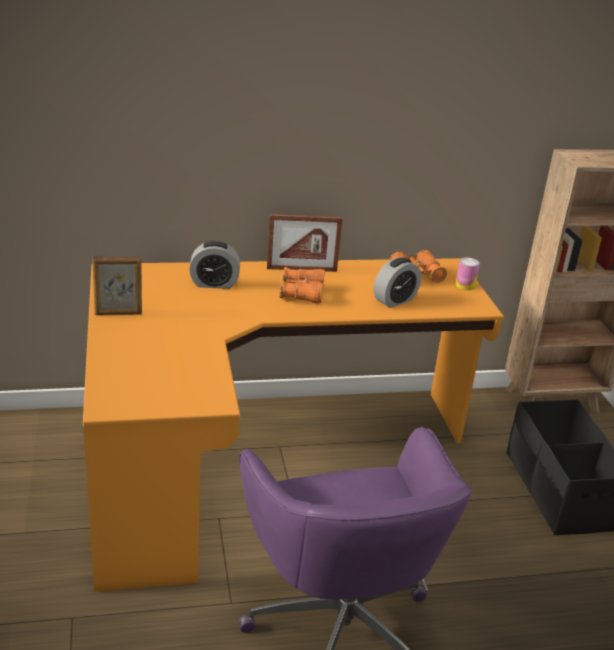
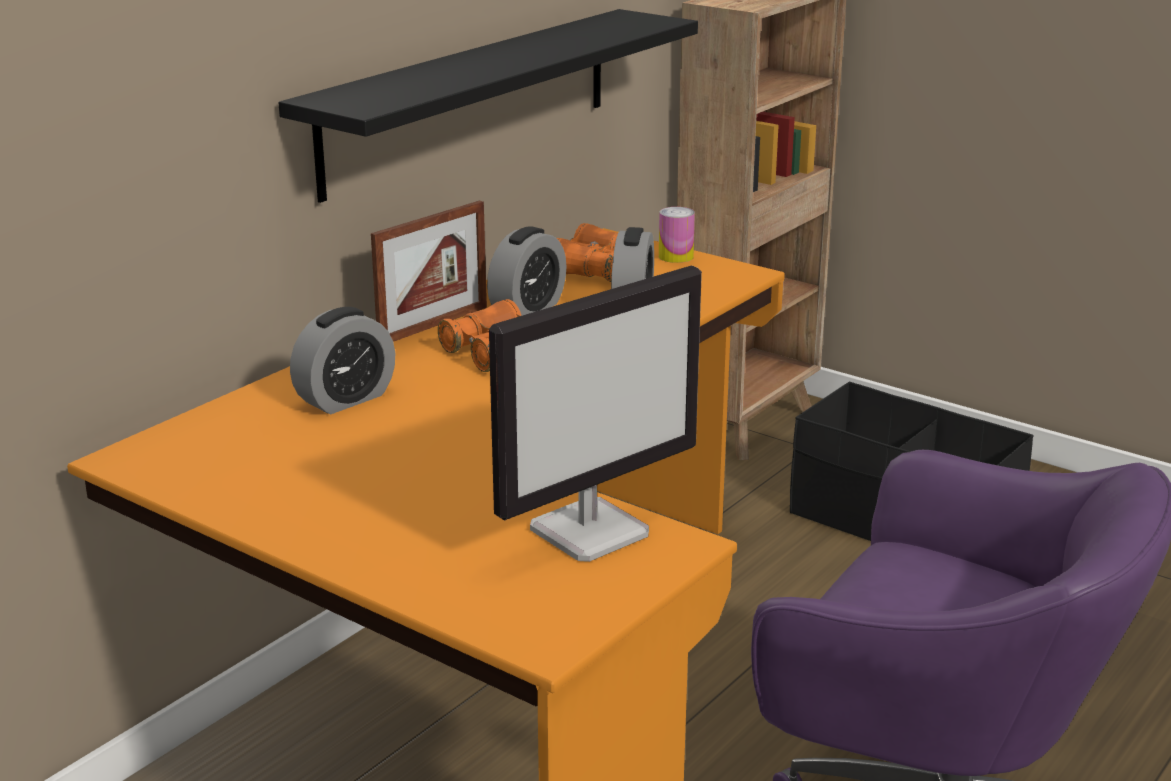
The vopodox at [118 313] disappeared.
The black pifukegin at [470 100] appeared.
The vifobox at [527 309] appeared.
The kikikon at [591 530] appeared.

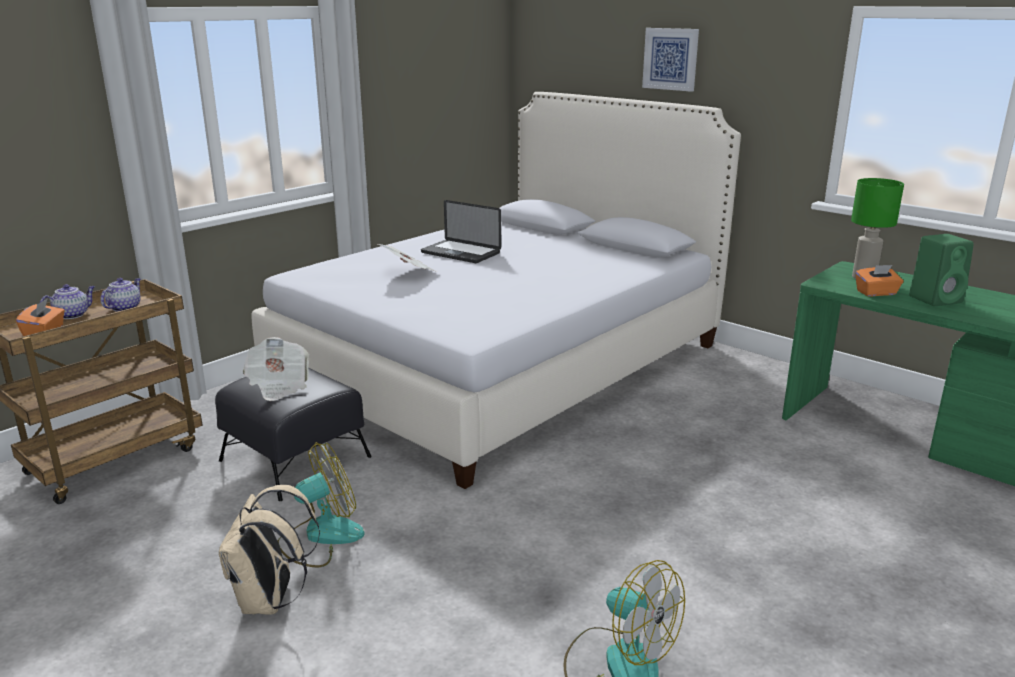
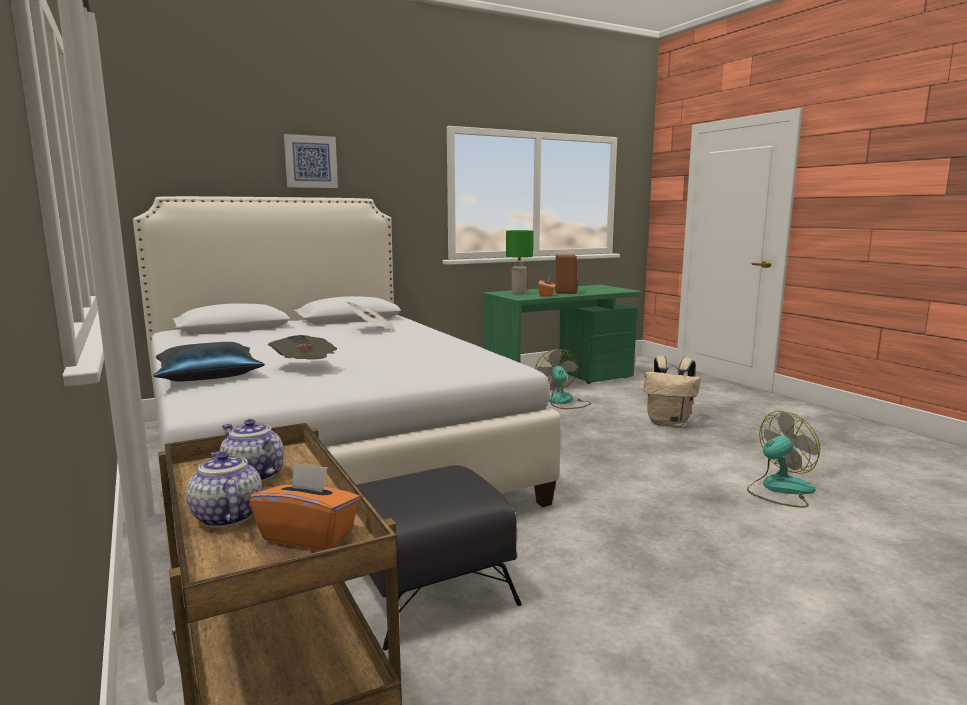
The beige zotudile moved from [270 601] to [669 423].
The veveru moved from [278 385] to [373 330].
The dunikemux moved from [320 536] to [563 402].
The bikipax at [460 253] disappeared.
The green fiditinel at [936 299] became the brown fiditinel at [565 292].
The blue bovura at [209 375] appeared.

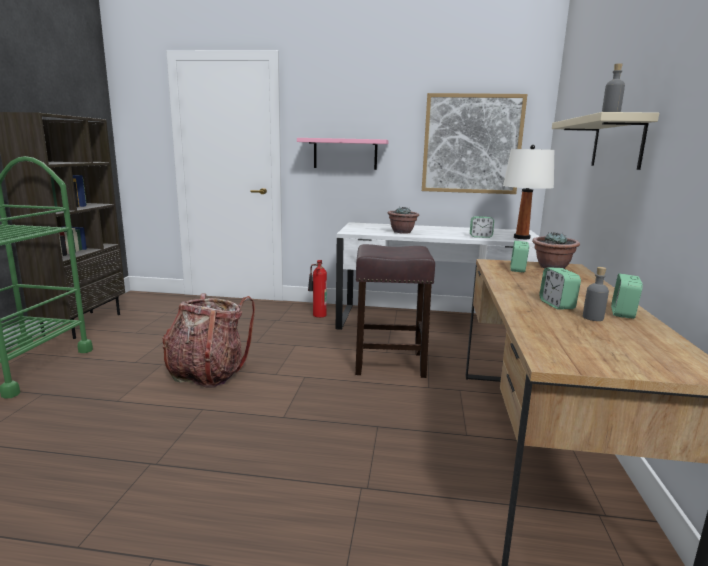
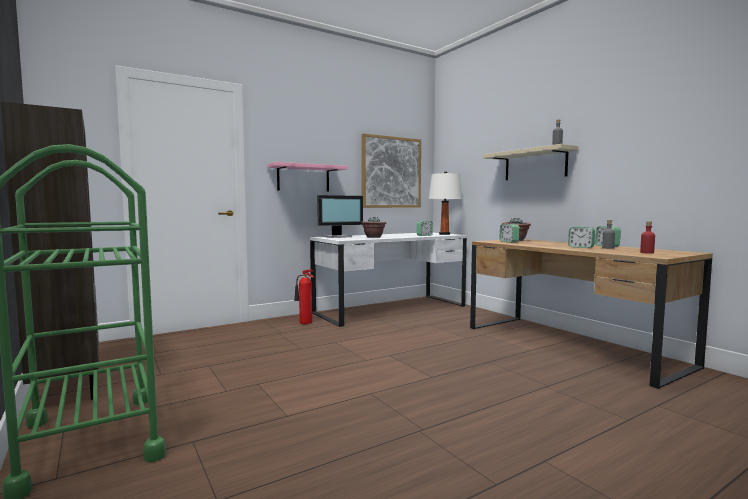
The zotudile at [208 373] disappeared.
The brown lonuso at [388 364] disappeared.
The kikikon at [337 236] appeared.
The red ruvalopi at [647 253] appeared.

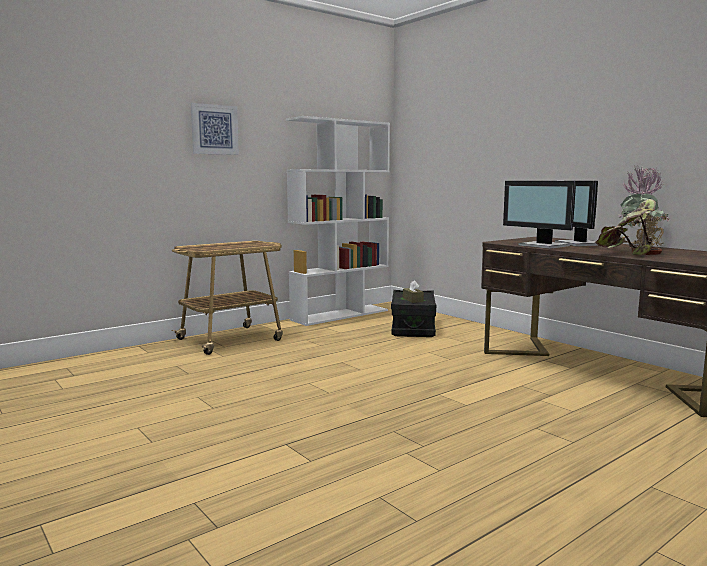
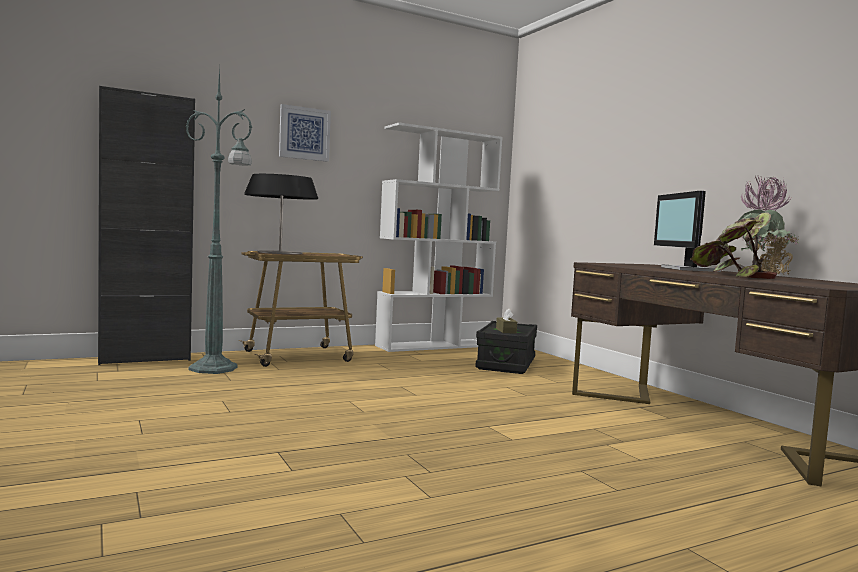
The kikikon at [543 246] disappeared.
The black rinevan at [144 359] appeared.
The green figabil at [215 369] appeared.
The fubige at [280 252] appeared.

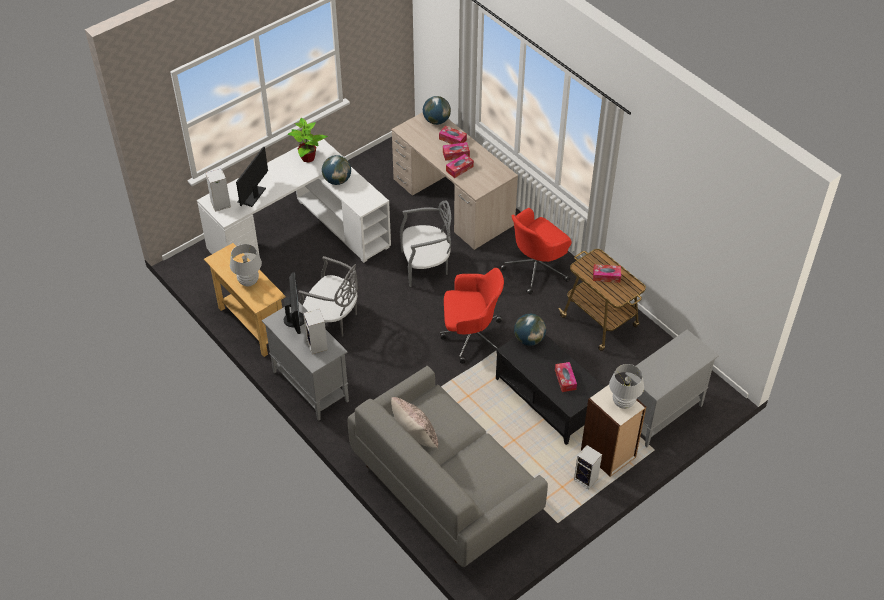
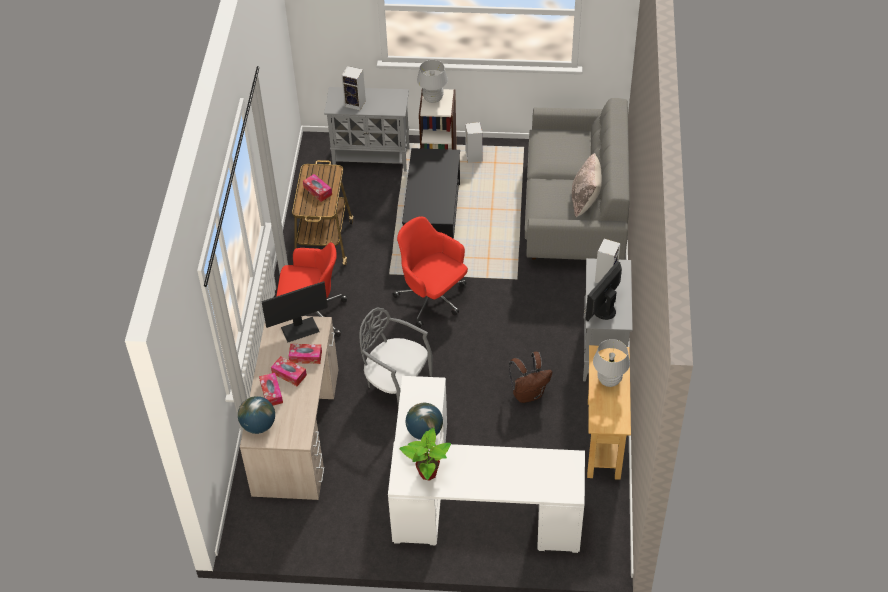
The fiditinel moved from [220 205] to [356 103].
The kikikon moved from [252 195] to [300 329].
The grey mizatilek at [332 319] was replaced by the brown zotudile at [528 394].
The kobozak at [529 339] disappeared.
The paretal at [565 379] disappeared.

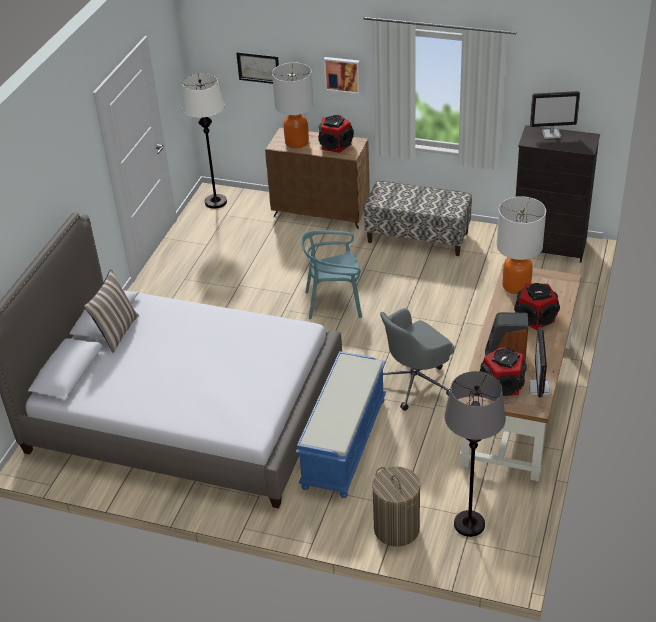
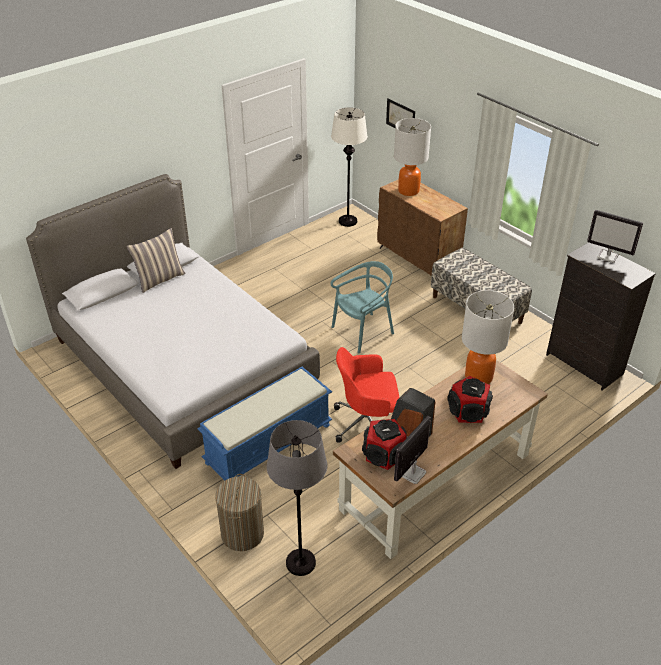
The turquoise mizatilek at [334 303] turned 120 degrees clockwise.
The fiditinel at [336 145] disappeared.
The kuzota at [342 74] disappeared.
The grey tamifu at [415 382] became the red tamifu at [367 423].

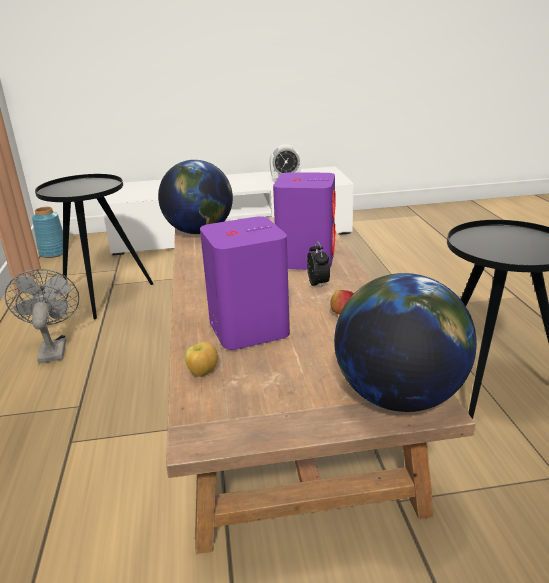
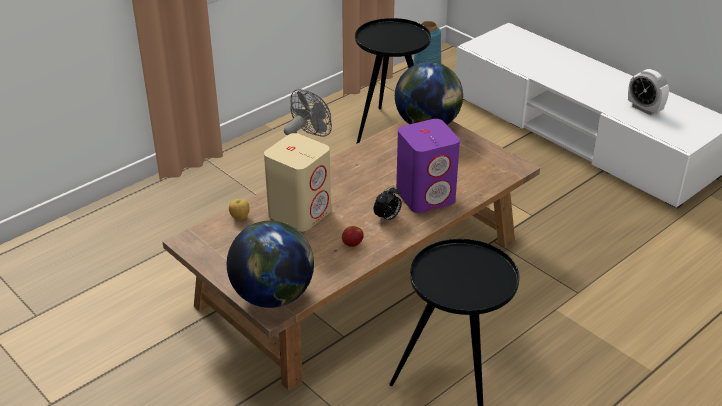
The purple fiditinel at [248 328] became the beige fiditinel at [300 213].

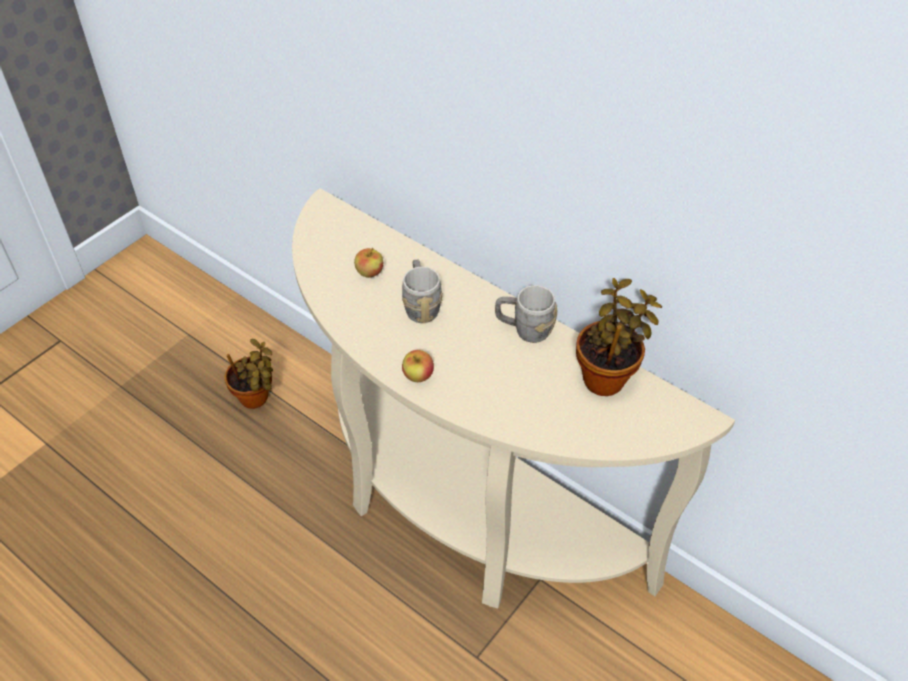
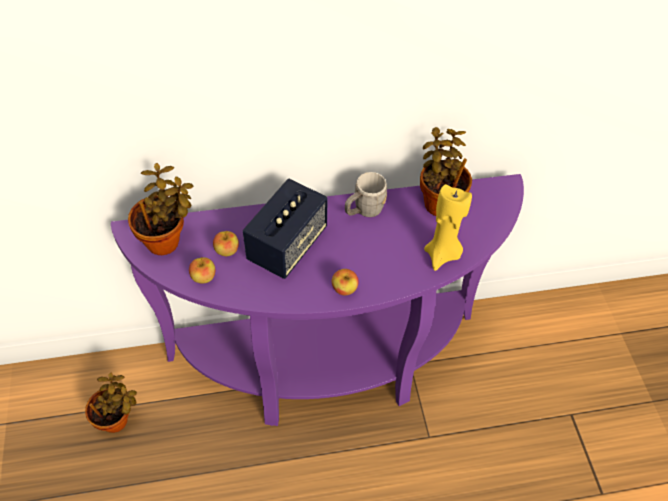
The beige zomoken at [460 511] became the purple zomoken at [327 368].
The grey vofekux at [421 305] was replaced by the fiditinel at [287 245].
The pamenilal at [167 241] appeared.
The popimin at [203 277] appeared.
The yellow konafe at [442 255] appeared.

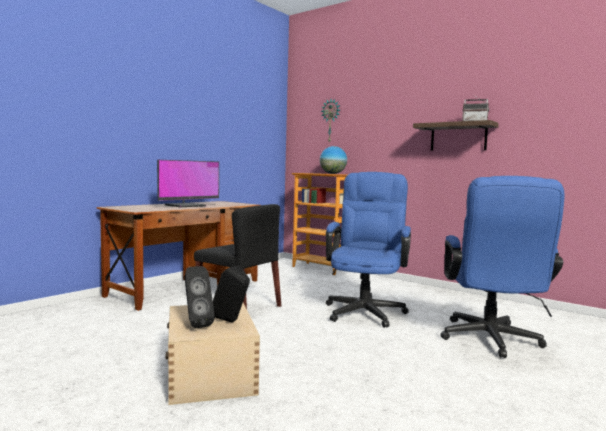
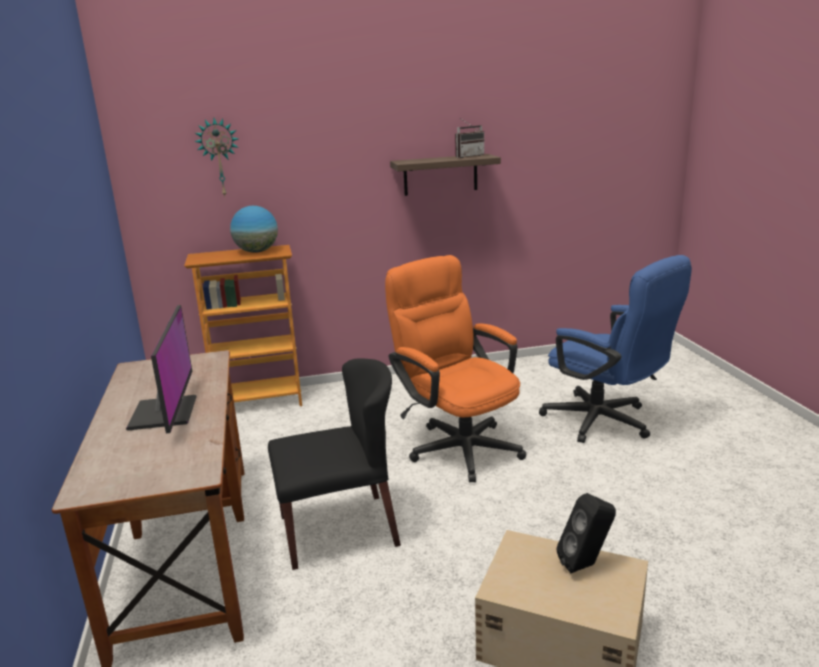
The black fiditinel at [195 325] disappeared.
The blue tamifu at [366 310] became the orange tamifu at [457 445].

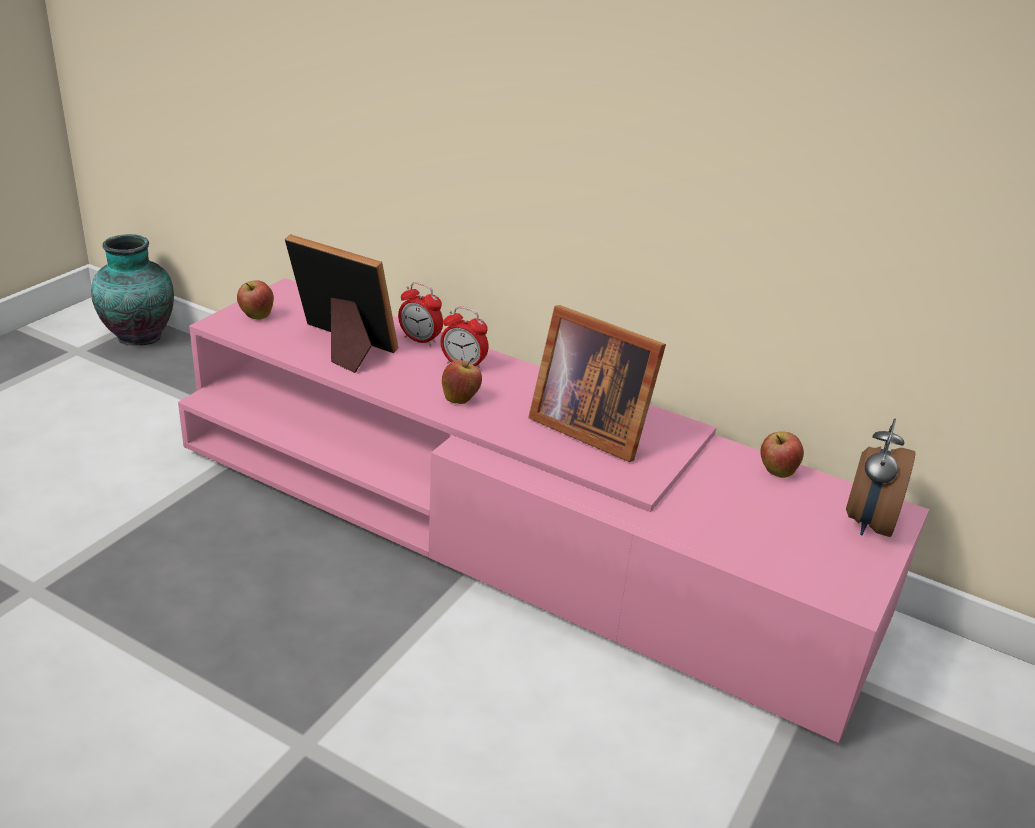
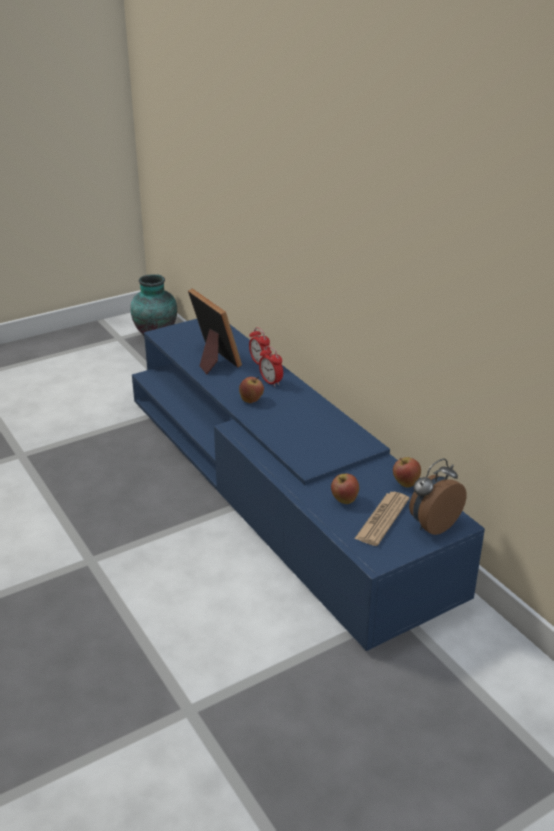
The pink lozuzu at [508 529] became the blue lozuzu at [277 487].
The popimin moved from [256 316] to [344 500].
The vopodox at [589 427] disappeared.
The veveru at [382 519] appeared.

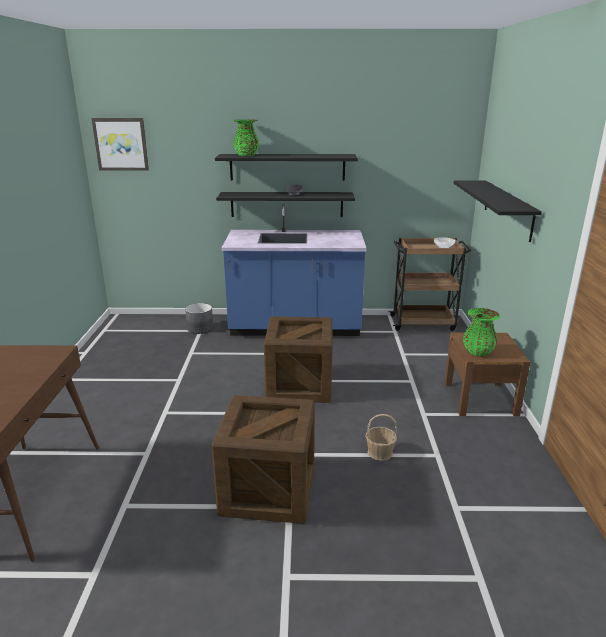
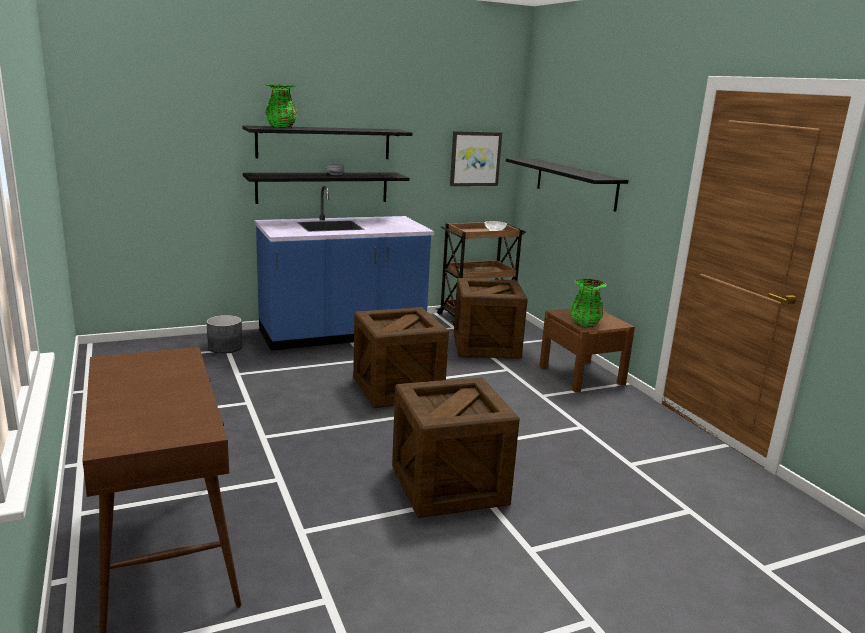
The kuzota moved from [121 144] to [475 158].
The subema at [379 452] disappeared.
The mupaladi at [486 346] appeared.

